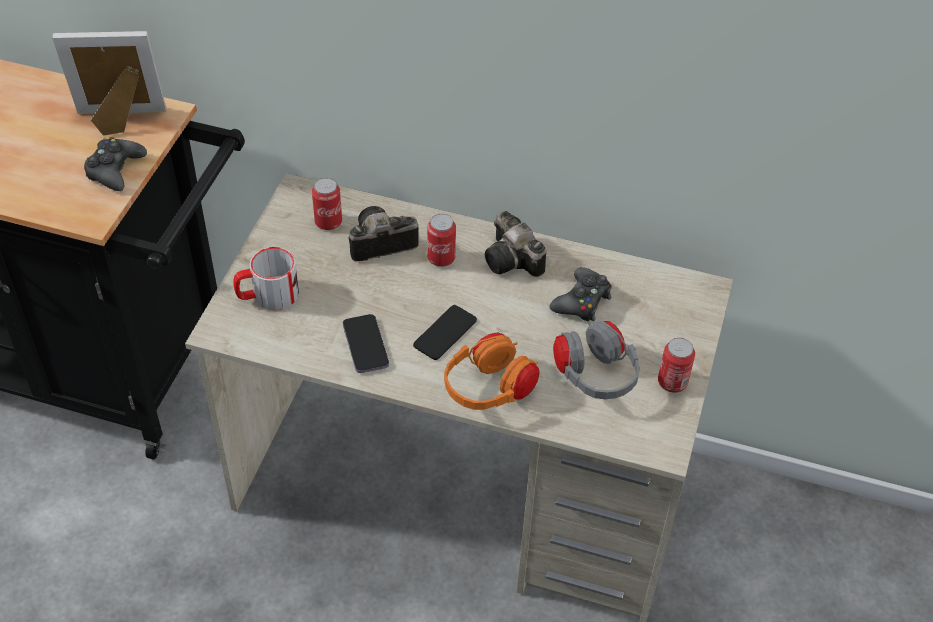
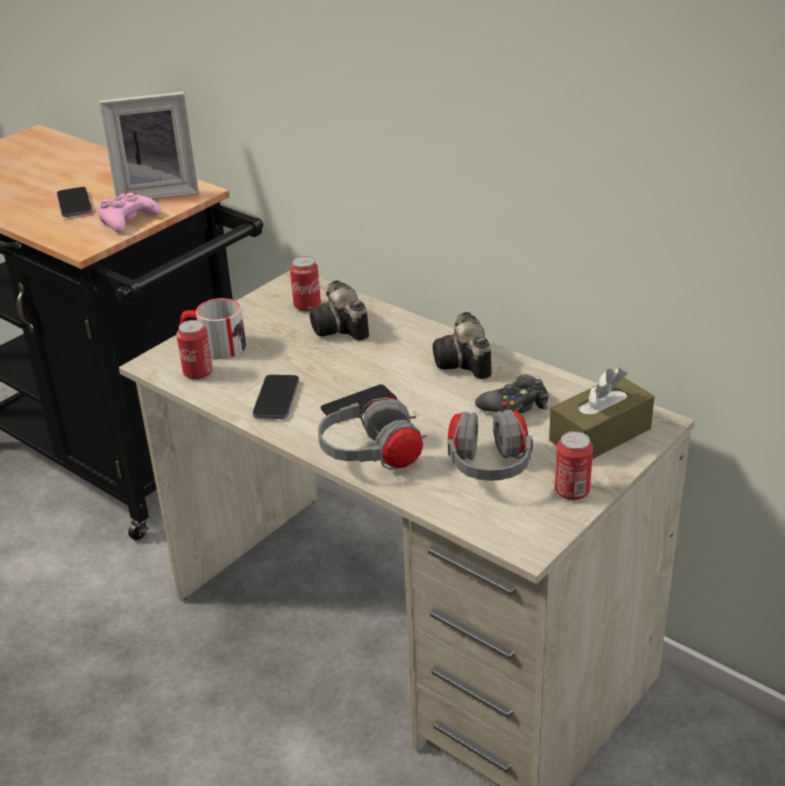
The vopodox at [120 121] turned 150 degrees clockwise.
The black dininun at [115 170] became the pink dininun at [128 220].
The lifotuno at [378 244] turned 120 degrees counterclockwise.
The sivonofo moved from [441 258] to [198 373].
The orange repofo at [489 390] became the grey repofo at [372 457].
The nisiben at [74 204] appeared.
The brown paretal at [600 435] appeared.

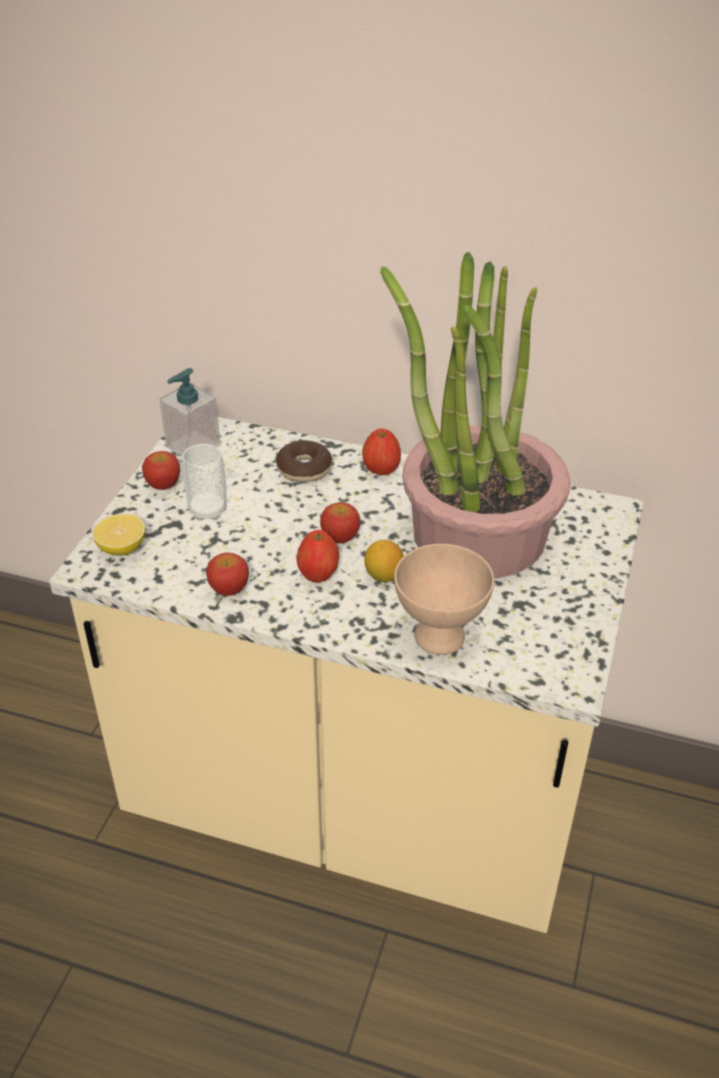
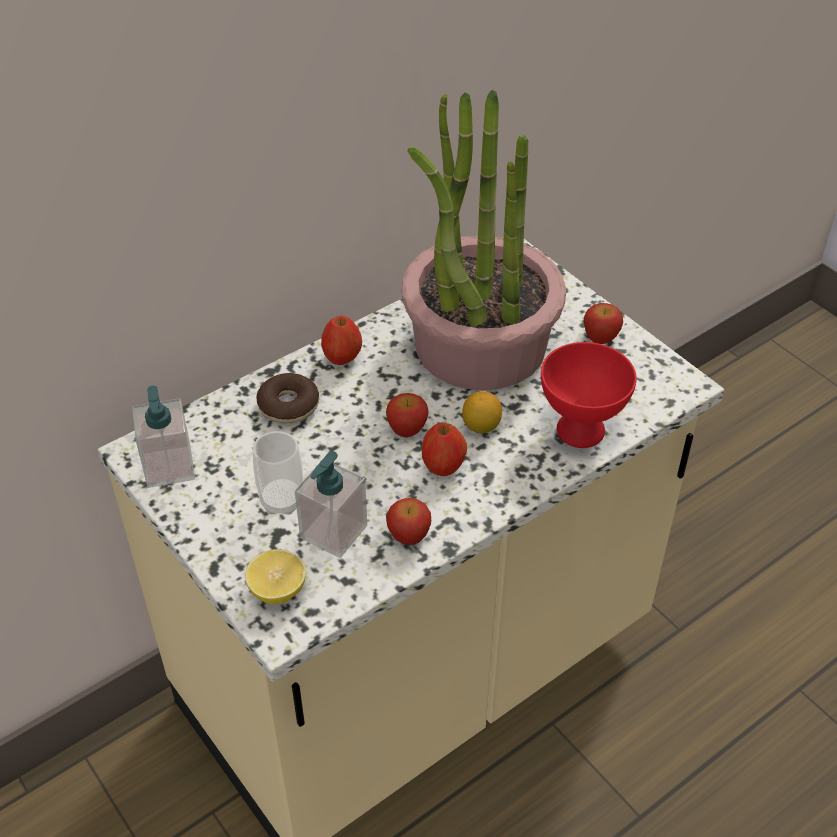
The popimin moved from [163 485] to [600 337].
The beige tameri at [440 635] became the red tameri at [579 429].
The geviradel at [333 532] appeared.

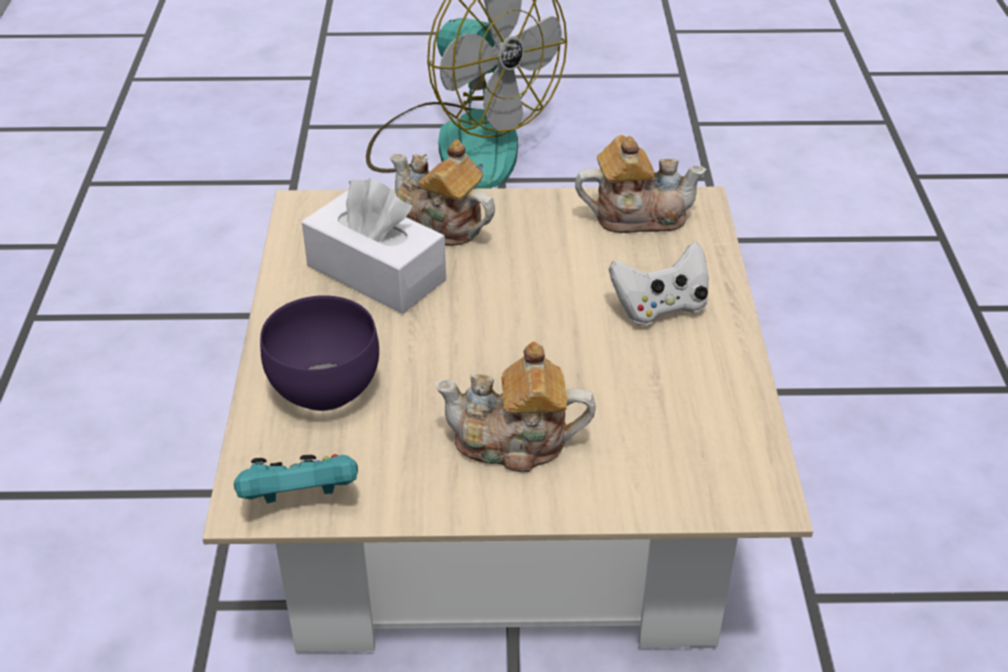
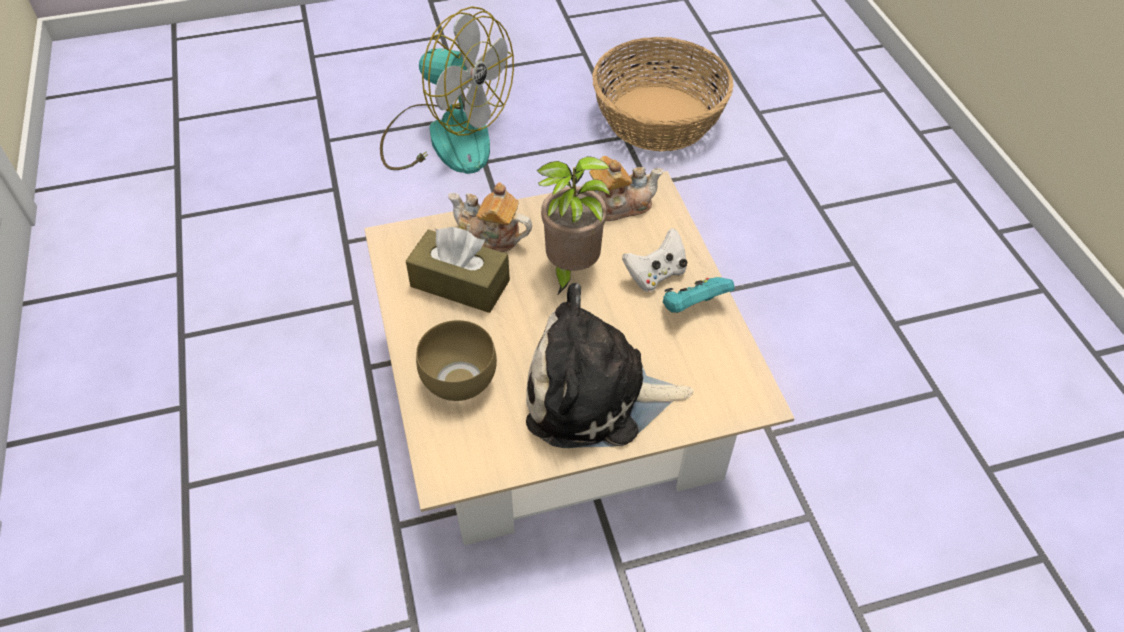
The turquoise dininun moved from [300 499] to [693 307].
The purple tameri at [321 389] became the brown tameri at [456 382].
The white paretal at [376 273] became the brown paretal at [460 283].
The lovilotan at [513 443] was replaced by the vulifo at [596 395].
The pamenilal at [570 270] appeared.
The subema at [659 118] appeared.

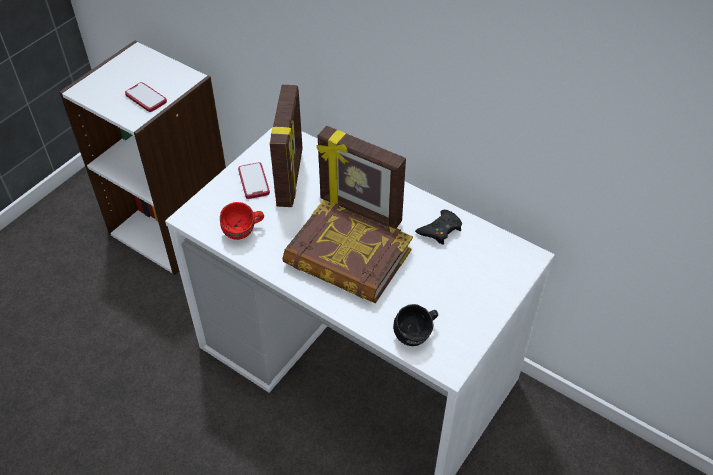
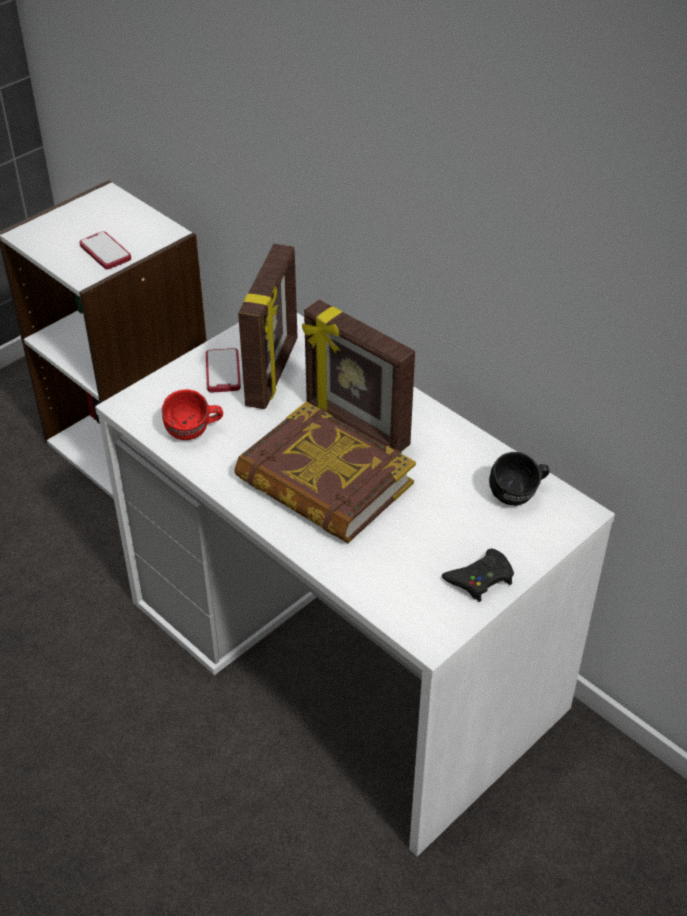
The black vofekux moved from [417 335] to [519 496].
The black dininun moved from [440 230] to [480 579].

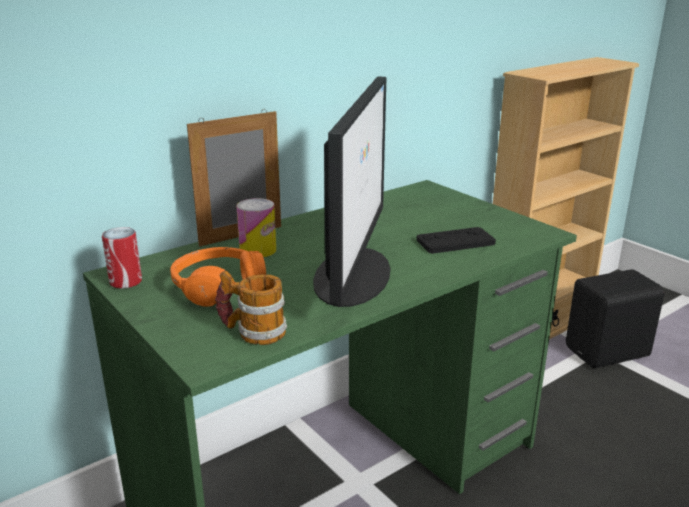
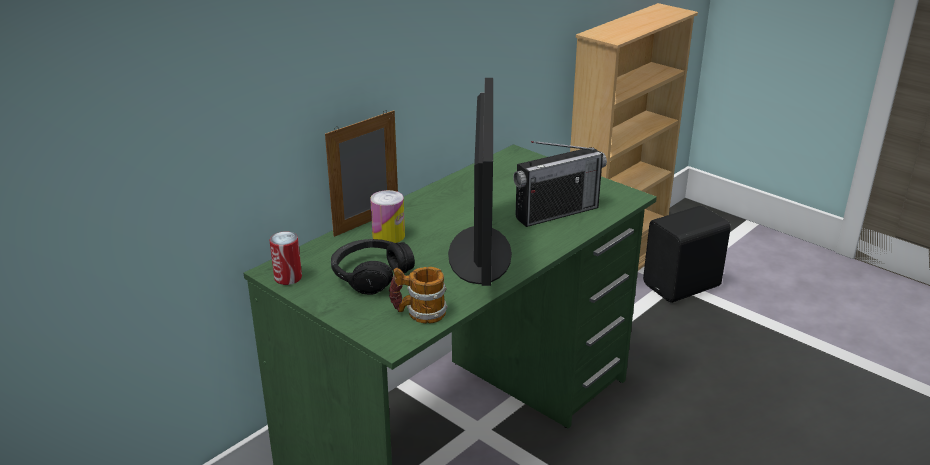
The orange repofo at [218 286] became the black repofo at [371 275].
The black dininun at [455 242] was replaced by the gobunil at [556 212].

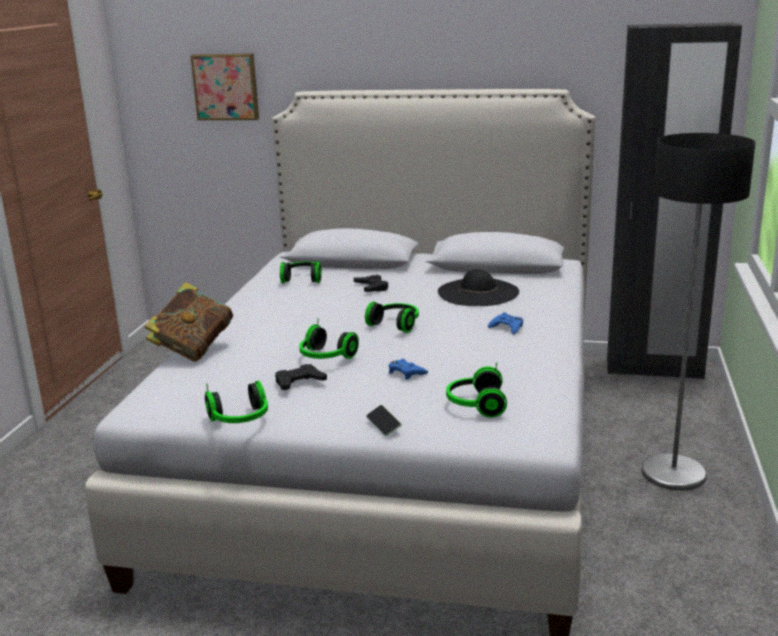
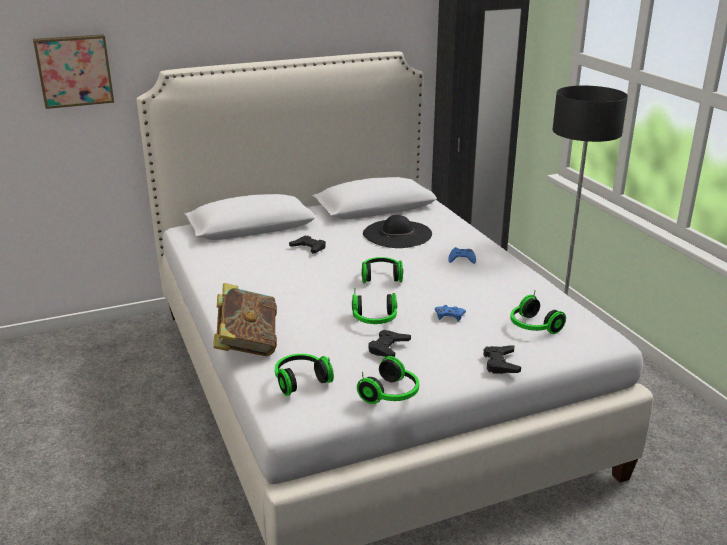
The repofo moved from [303 279] to [300 381].
The nisiben at [383 426] was replaced by the black dininun at [500 363].

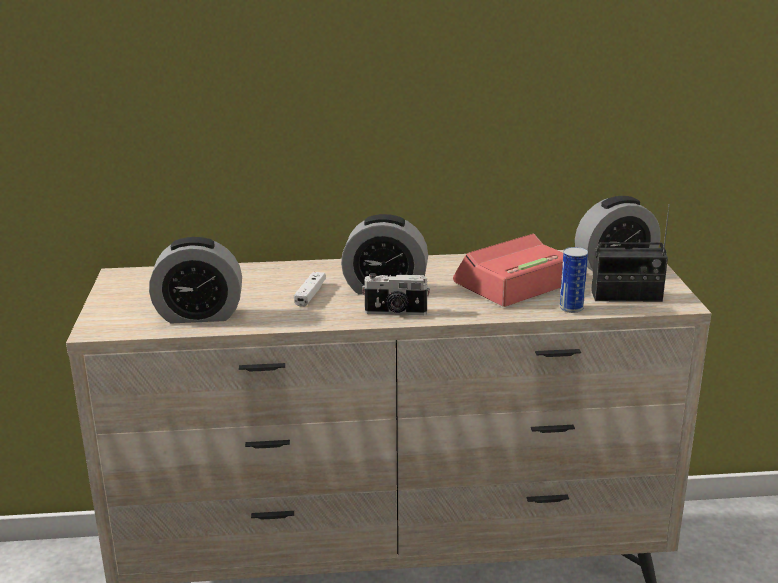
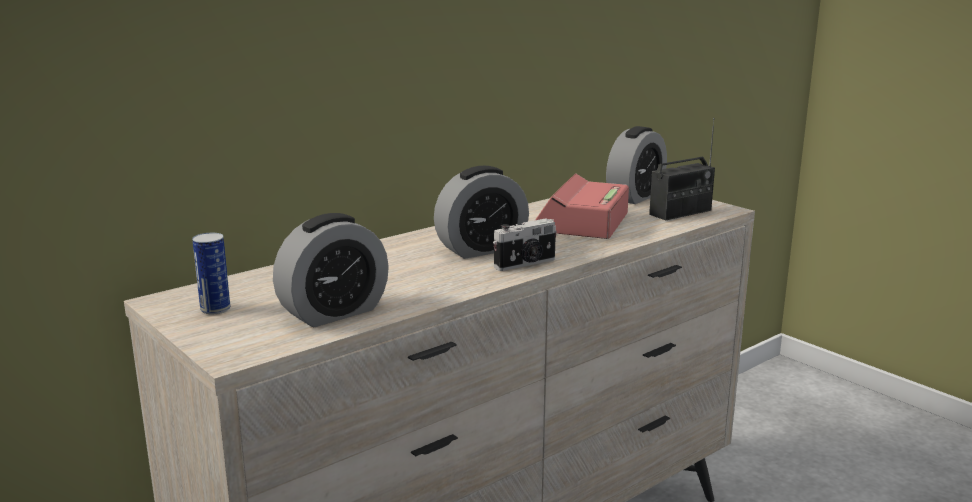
The white dininun at [310 294] disappeared.
The sivonofo moved from [571 308] to [215 309].

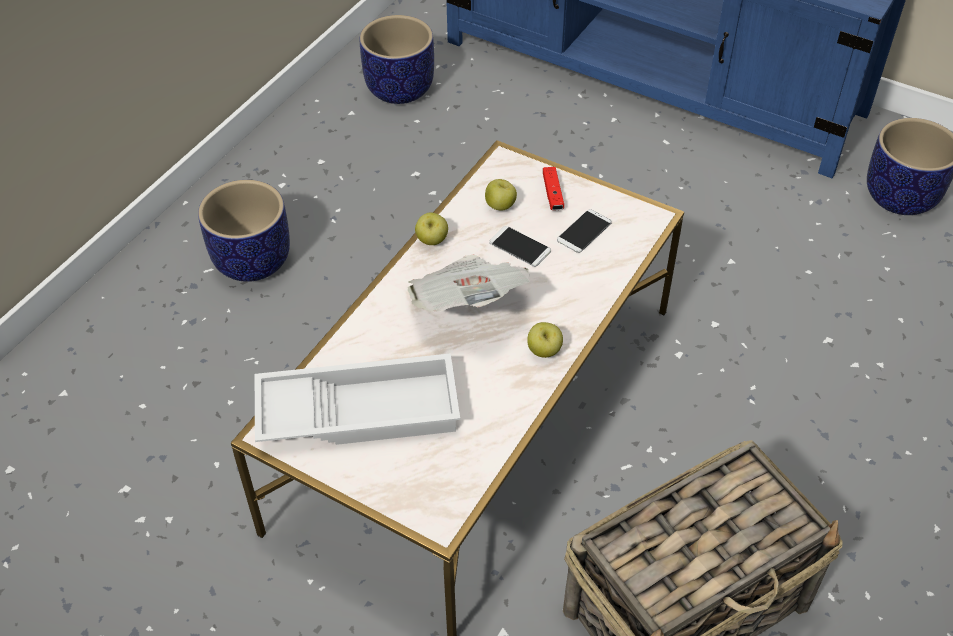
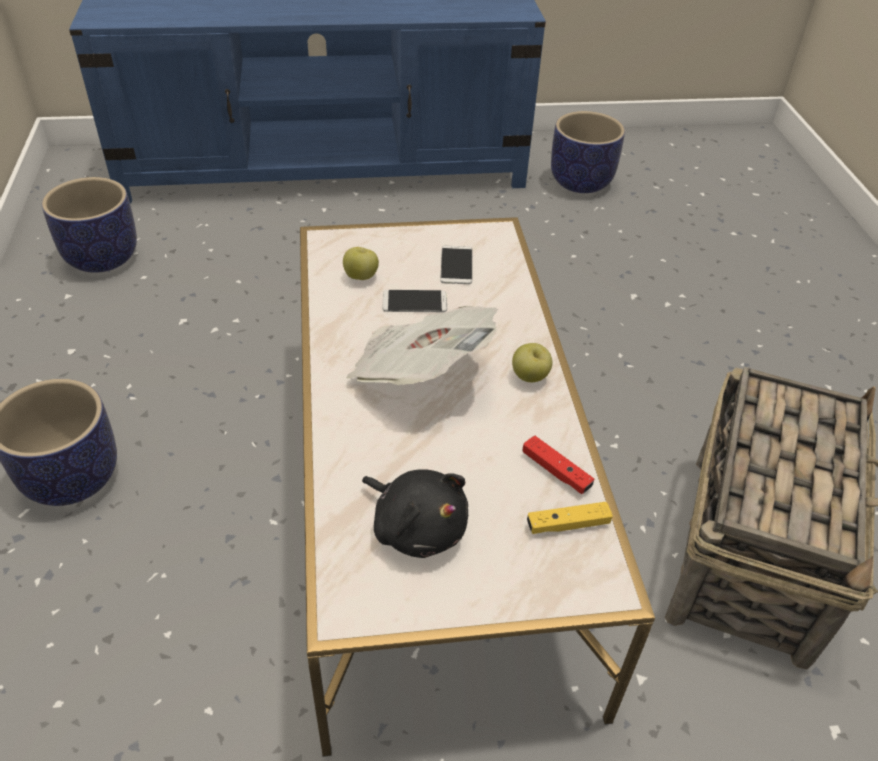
The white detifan at [360 409] was replaced by the black vulifo at [416 527].
The popimin at [432 241] disappeared.
The red dininun moved from [552 194] to [556 471].
The yellow dininun at [568 524] appeared.

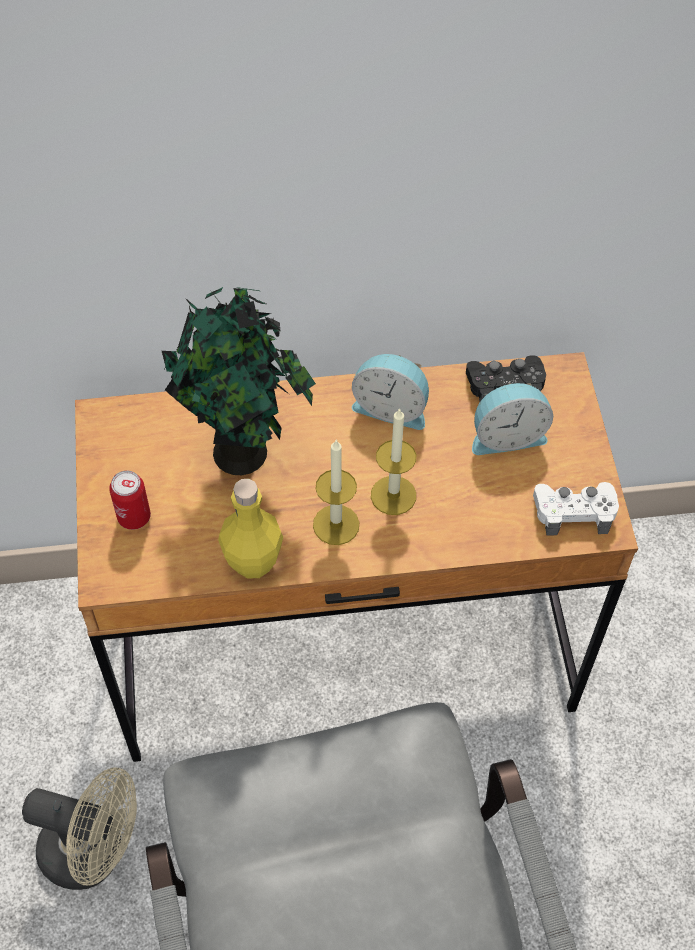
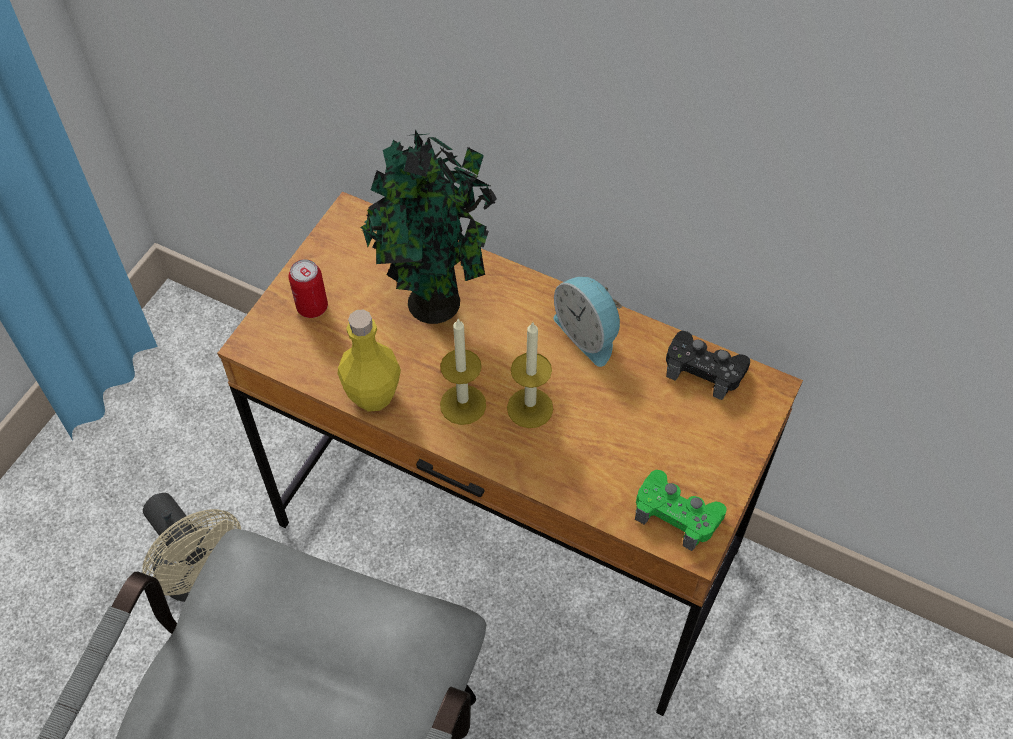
The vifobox at [506 435] disappeared.
The white dininun at [574 512] became the green dininun at [677 514].

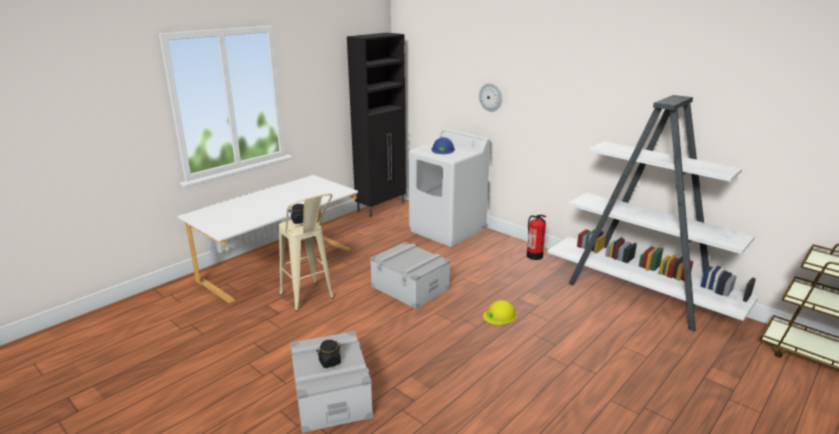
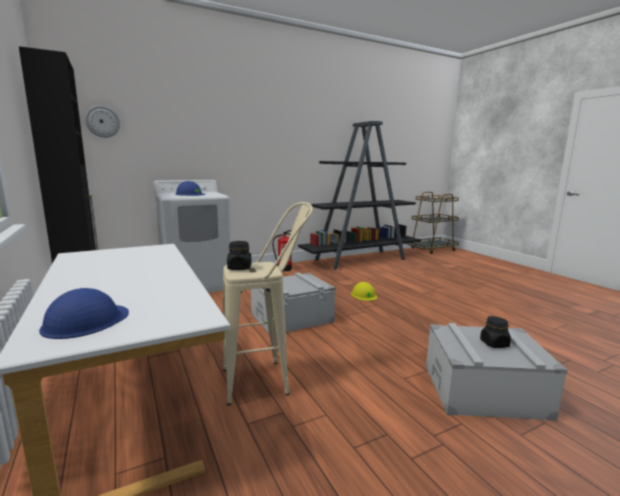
The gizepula moved from [491 97] to [103 121].
The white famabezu at [640 295] became the black famabezu at [361 259].
The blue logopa at [86 321] appeared.

